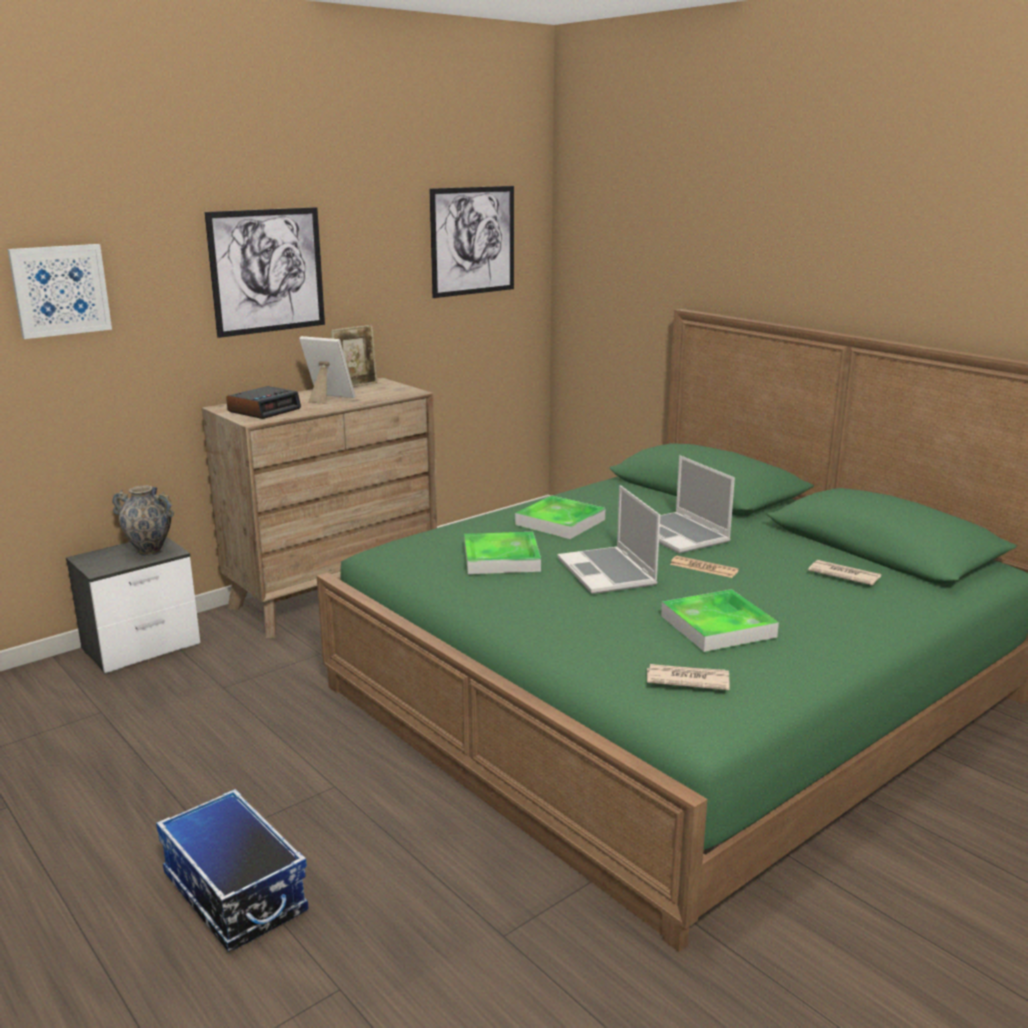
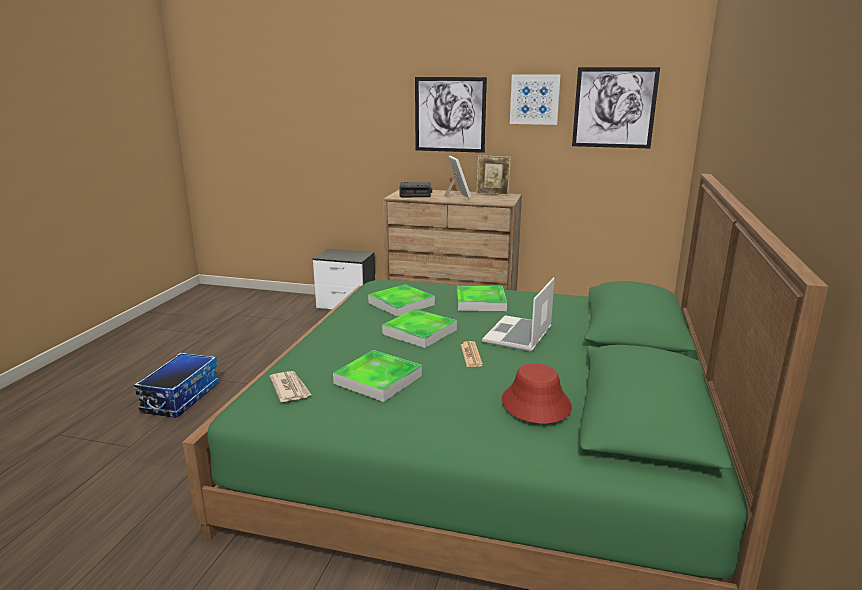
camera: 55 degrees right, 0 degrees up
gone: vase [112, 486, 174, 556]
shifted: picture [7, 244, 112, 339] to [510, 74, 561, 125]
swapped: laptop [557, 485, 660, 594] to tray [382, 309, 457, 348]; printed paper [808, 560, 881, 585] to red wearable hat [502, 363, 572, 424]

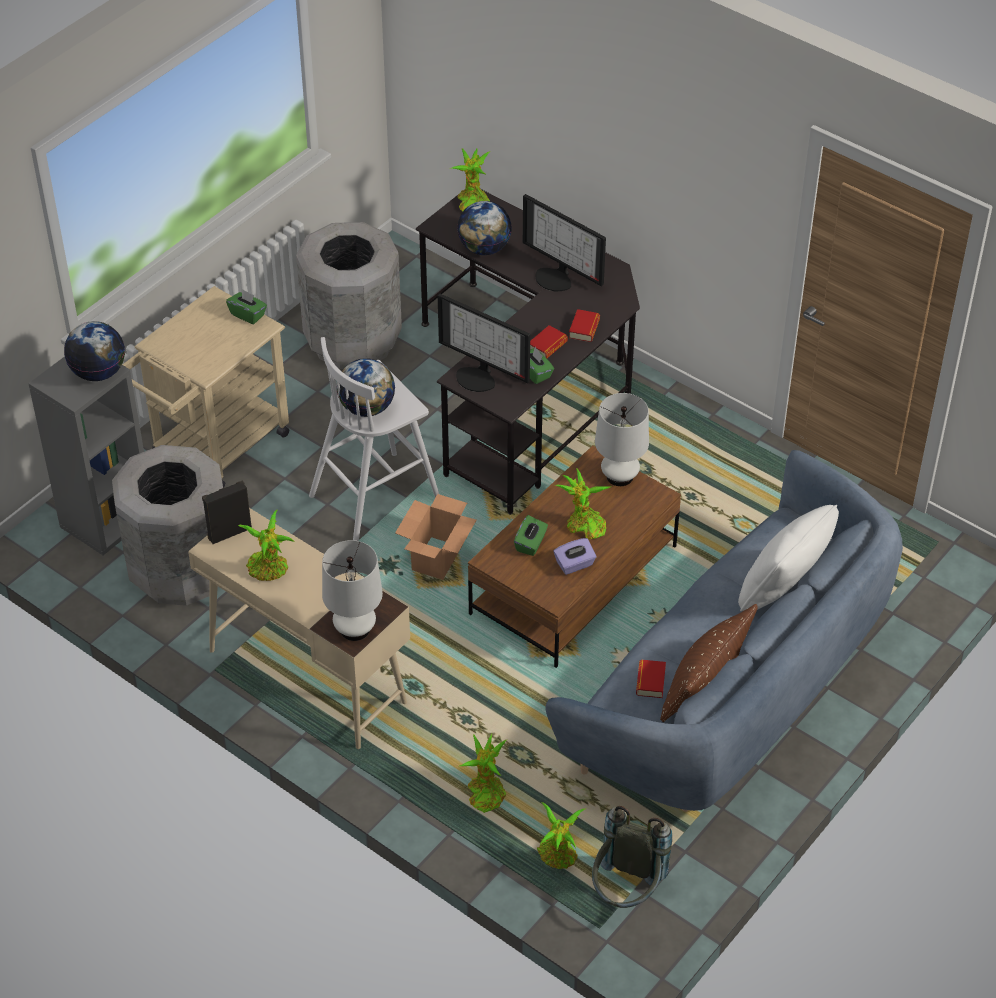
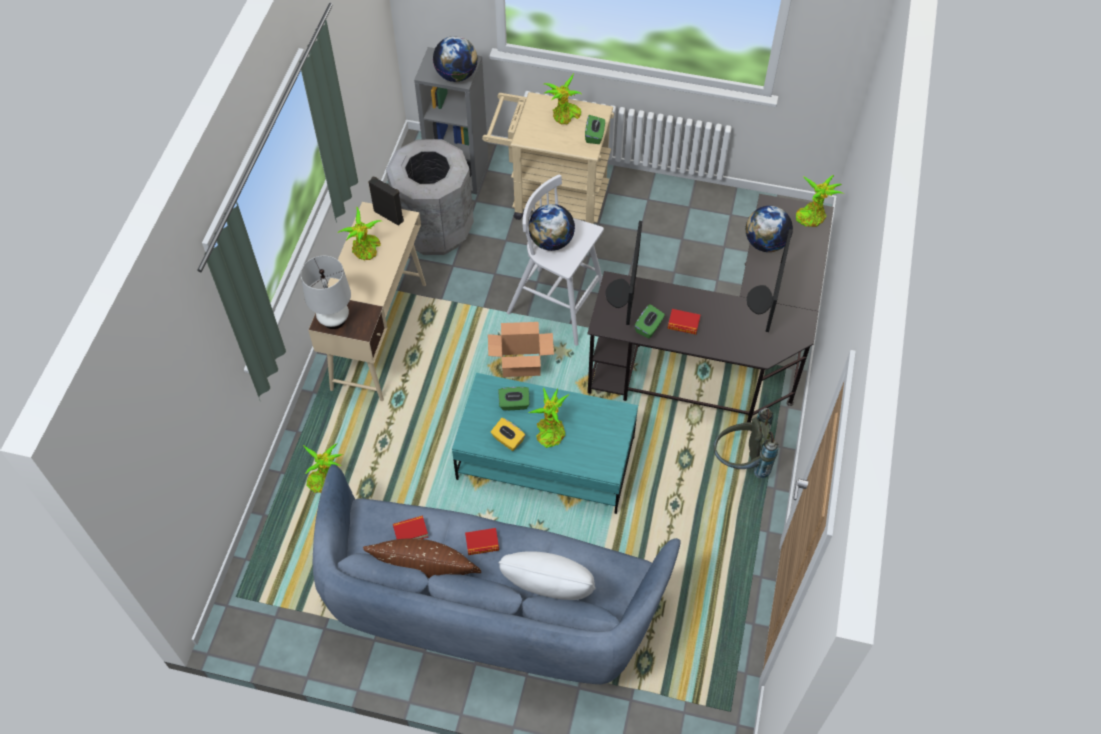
camera: 65 degrees right, 10 degrees up
gone: gray rubbish bin [296, 222, 402, 369]; white table lamp [595, 393, 649, 486]
shifted: bound book [569, 309, 600, 342] to [465, 528, 499, 555]; potted plant [537, 802, 585, 869] to [543, 73, 581, 125]; gray knapsack [592, 806, 672, 908] to [714, 408, 778, 478]
repainted: brown-coloured coffee table [468, 445, 681, 668] to turquoise-coloured coffee table [452, 373, 638, 514]; purple-coloured tissue holder [554, 538, 597, 575] to yellow-coloured tissue holder [491, 418, 525, 451]

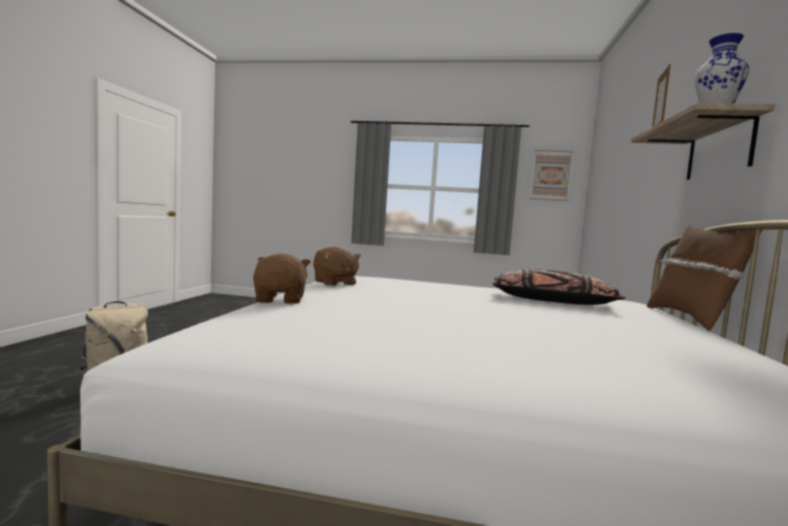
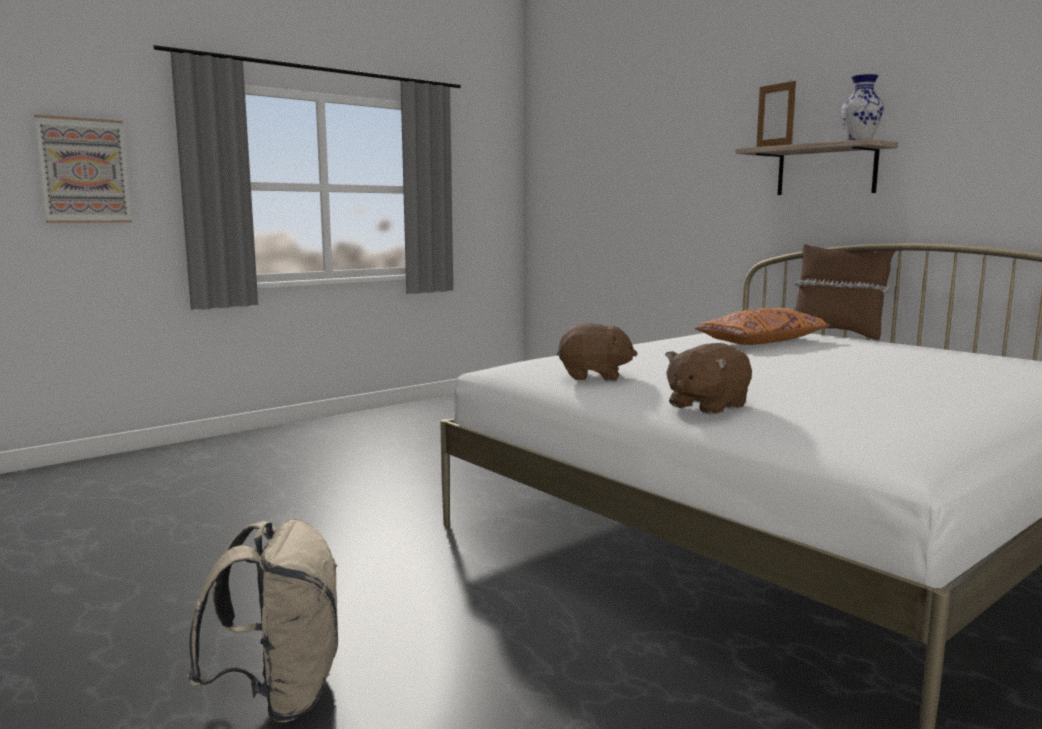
camera: 50 degrees left, 5 degrees up
shifted: picture [530, 150, 574, 201] to [34, 115, 132, 223]
repainted: black-coloured throw pillow [493, 269, 626, 305] to orangey throw pillow [695, 308, 830, 345]
rotated: brown-coloured cuddly toy [253, 253, 311, 303] = [665, 343, 752, 415] 75 degrees counterclockwise

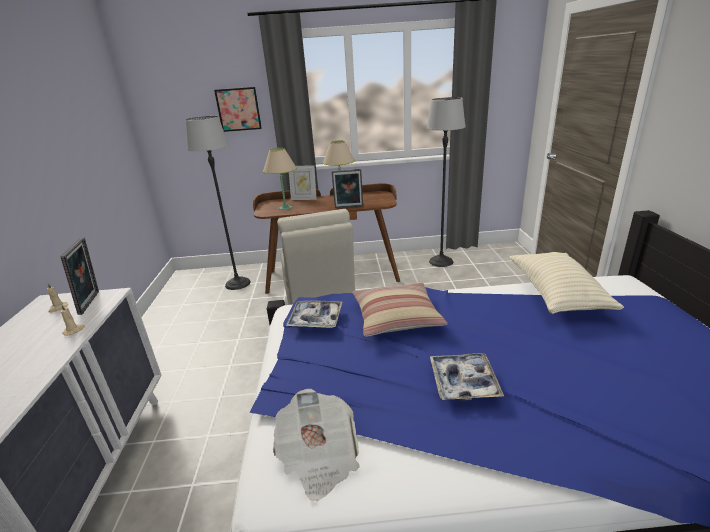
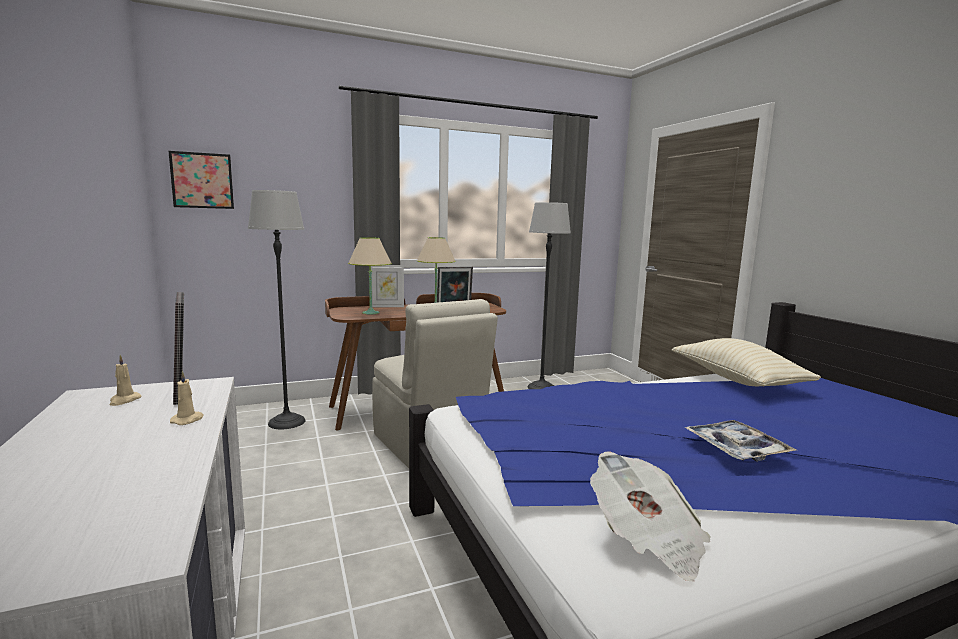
camera: 20 degrees left, 15 degrees down
gone: tray [286, 301, 342, 328]; throw pillow [353, 283, 448, 337]
shifted: picture [214, 87, 262, 132] to [169, 151, 234, 209]

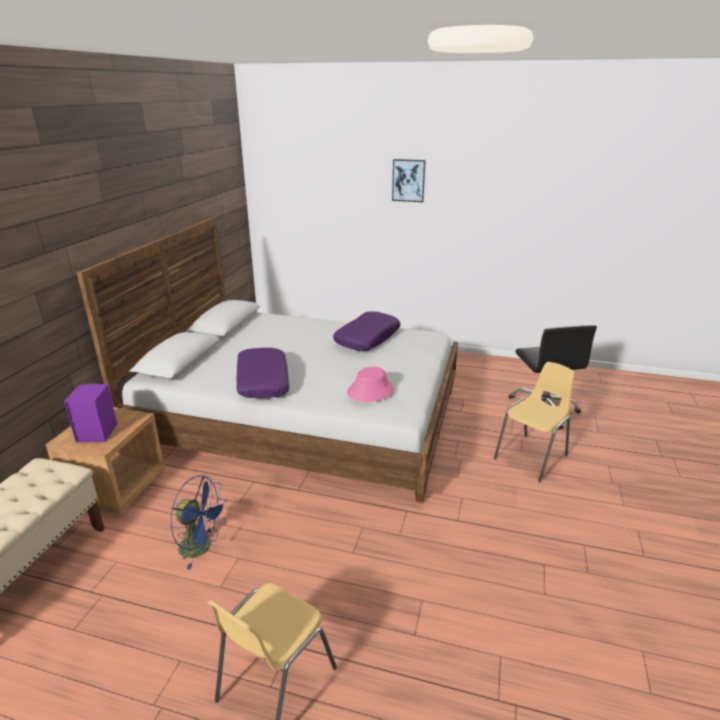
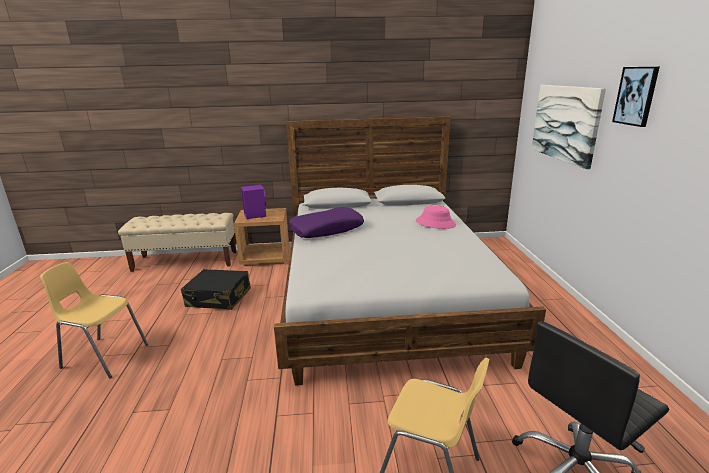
camera: 70 degrees right, 5 degrees down
gone: purple-coloured throw pillow [333, 312, 401, 351]
new: picture [532, 85, 606, 169]
shifted: pink-coloured wearable hat [347, 367, 394, 402] to [416, 205, 456, 229]
swapped: blue-coloured cooling fan [170, 475, 228, 569] to black-coloured travel case [181, 269, 251, 310]

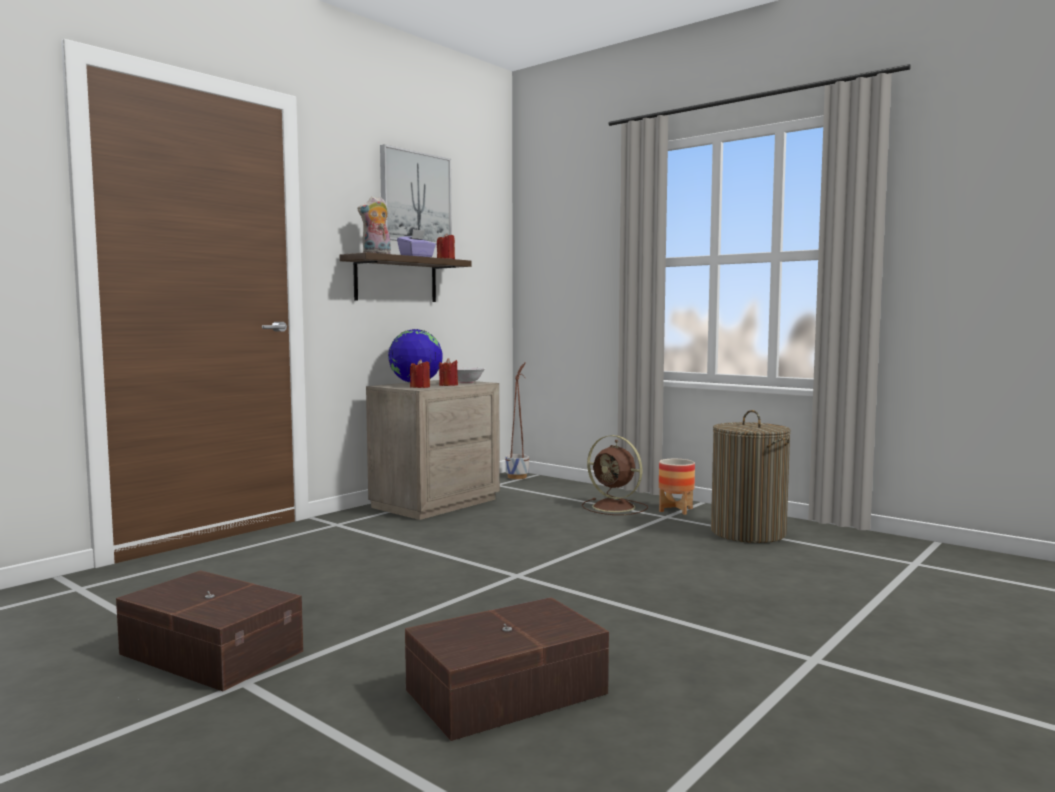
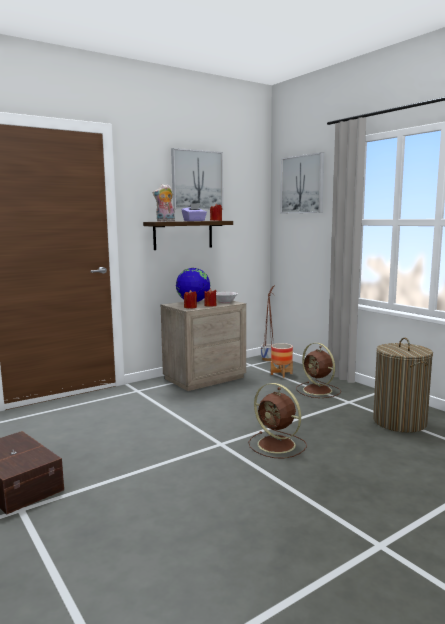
camera: 15 degrees right, 5 degrees up
gone: brown-coloured storage box [405, 597, 609, 741]
new: brown-coloured cooling fan [248, 383, 307, 459]; picture [280, 152, 324, 213]
shifted: flower pot [659, 459, 695, 515] to [271, 343, 293, 378]

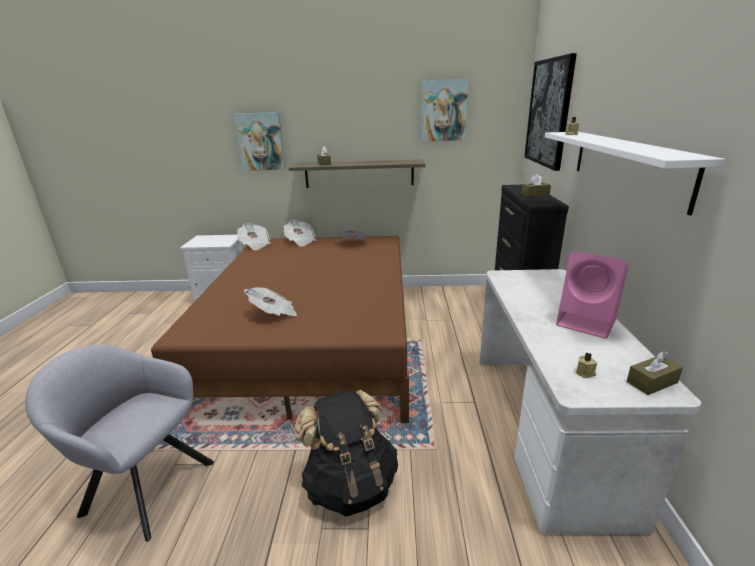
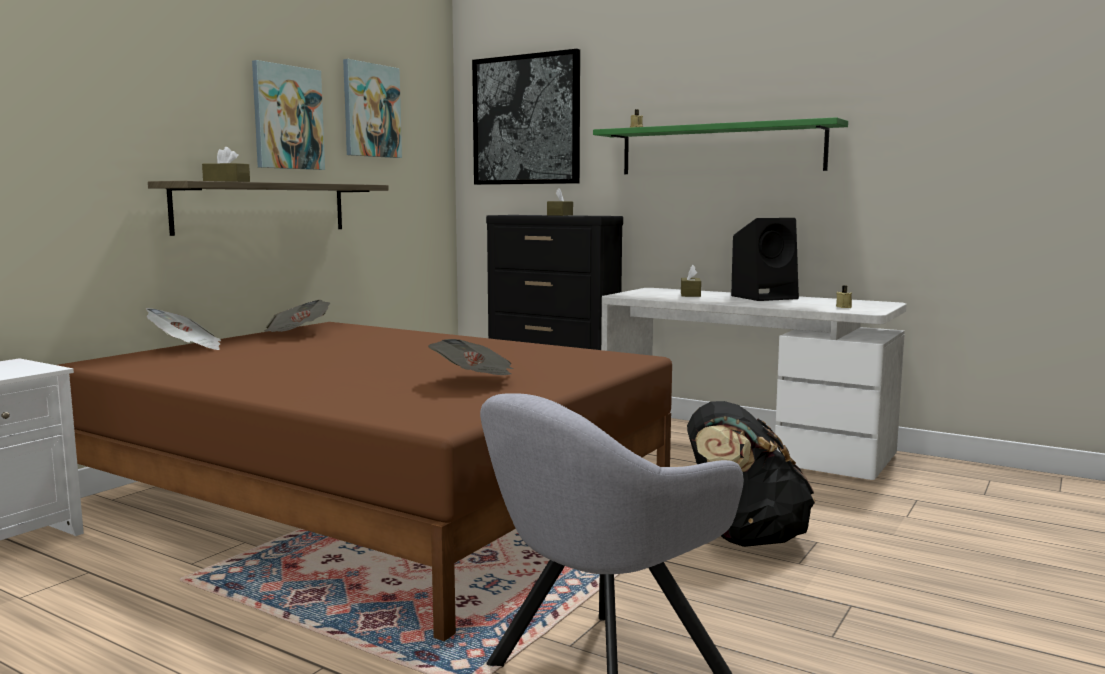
camera: 60 degrees left, 15 degrees down
gone: printed paper [237, 223, 270, 250]
shifted: picture [234, 112, 286, 171] to [252, 60, 325, 170]; brown-coloured tissue holder [627, 351, 683, 395] to [681, 265, 701, 297]
repainted: white wall shelf [545, 132, 725, 216] to green wall shelf [593, 117, 848, 174]; pink-coloured speaker [556, 251, 628, 339] to black-coloured speaker [731, 218, 799, 301]

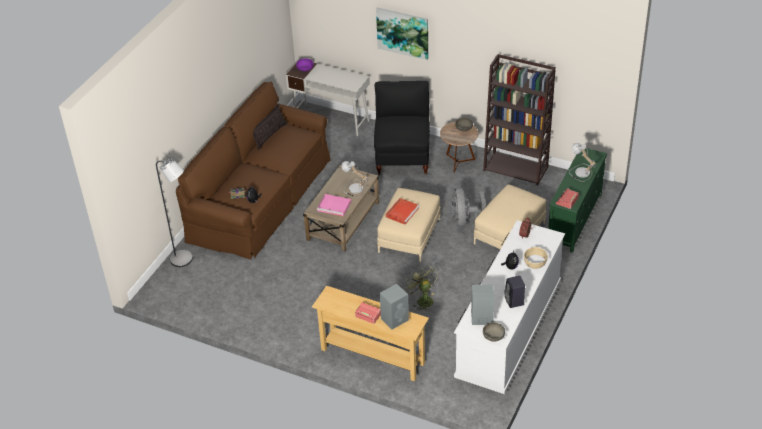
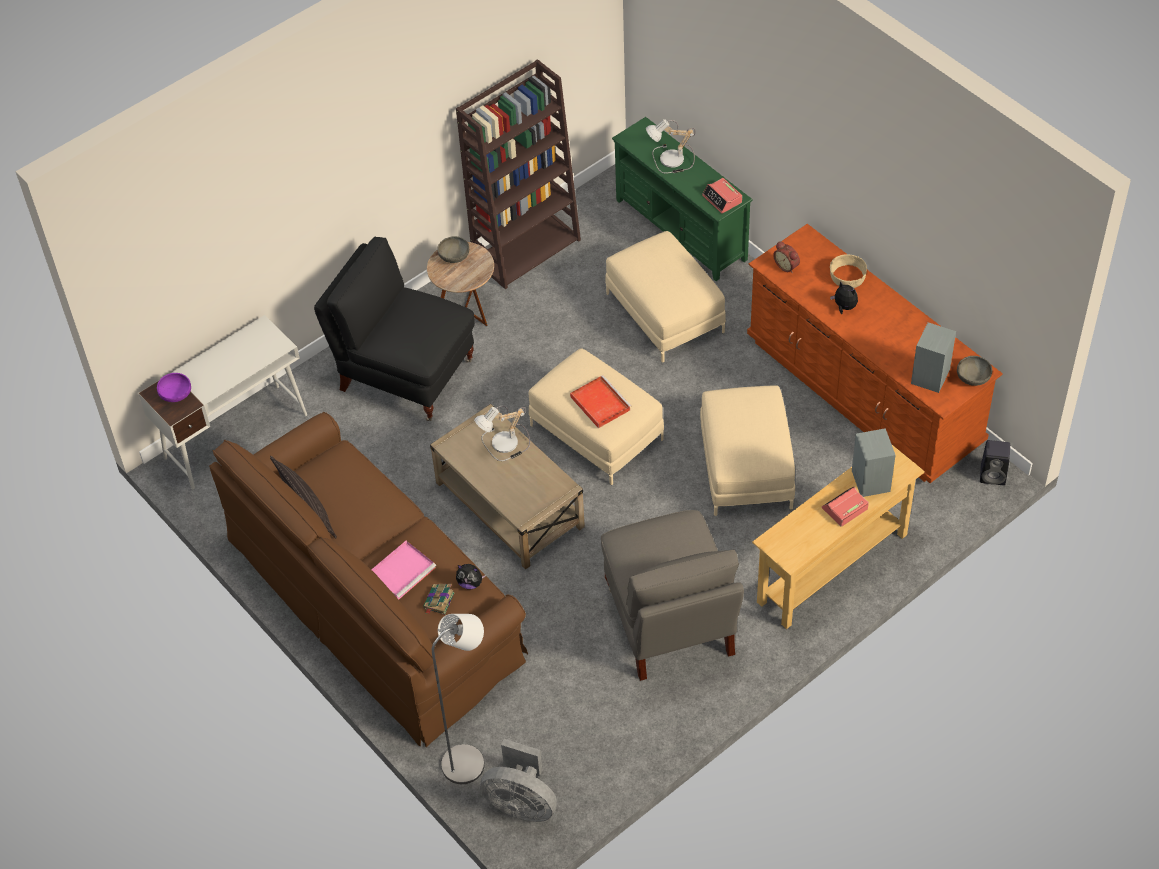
camera: 65 degrees left, 10 degrees up
gone: picture [376, 8, 428, 60]
new: gray lounge chair [601, 510, 744, 681]
shifted: pink-coloured tray [317, 194, 351, 216] to [371, 540, 436, 600]; gray cooling fan [451, 187, 486, 227] to [480, 739, 557, 822]; black-coloured speaker [504, 276, 525, 308] to [980, 440, 1010, 485]
swapped: green cooling fan [405, 265, 438, 312] to beige-coloured pouffe [700, 385, 795, 516]
repainted: white drawer chest [454, 220, 565, 394] to brown-coloured drawer chest [747, 224, 1003, 483]

